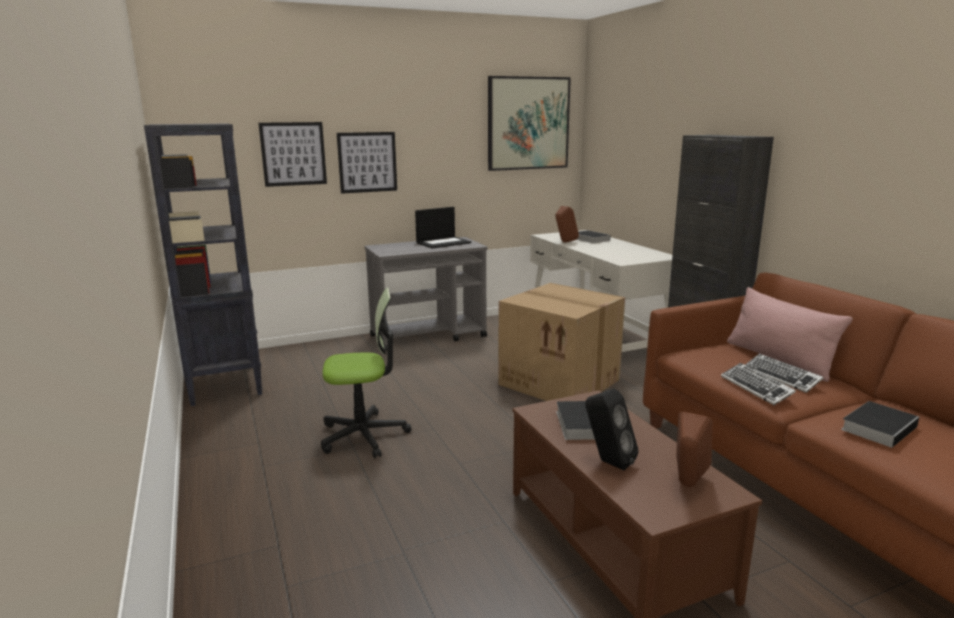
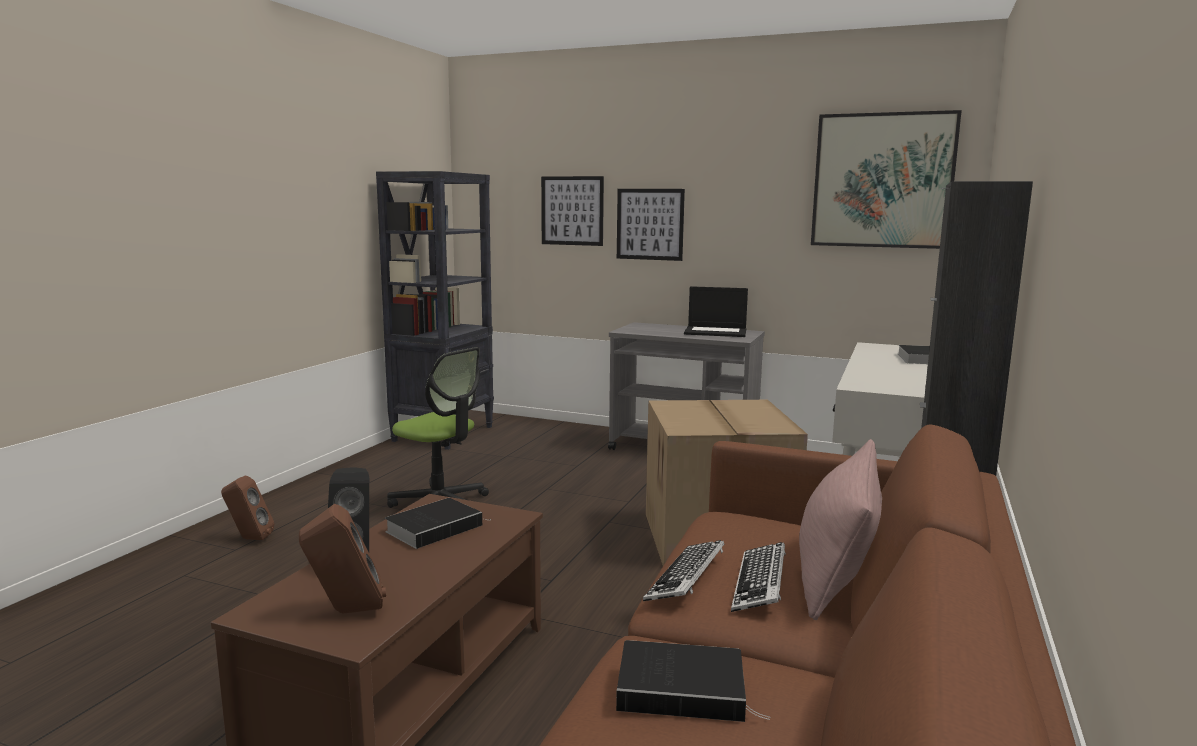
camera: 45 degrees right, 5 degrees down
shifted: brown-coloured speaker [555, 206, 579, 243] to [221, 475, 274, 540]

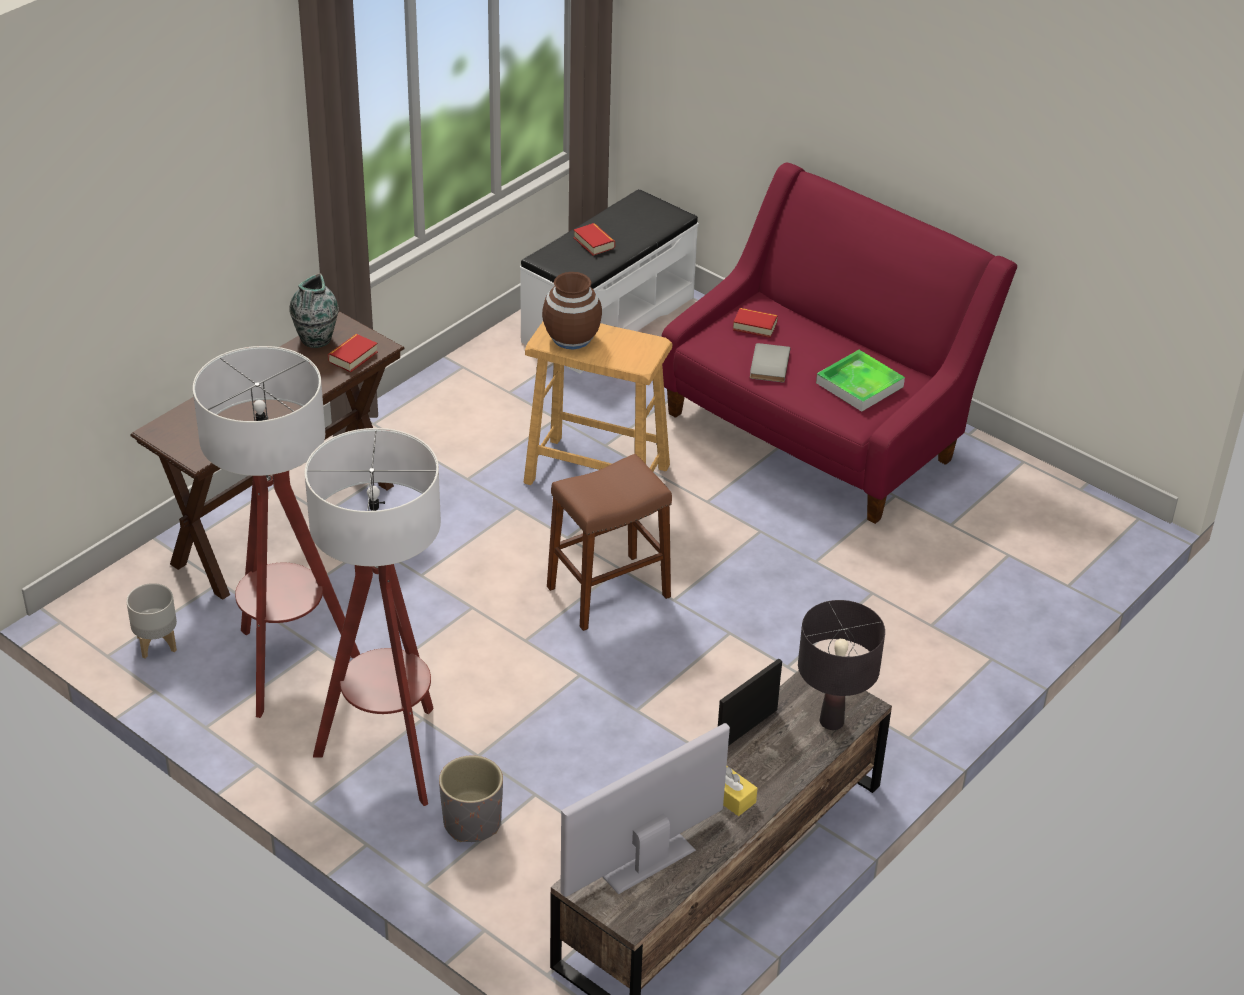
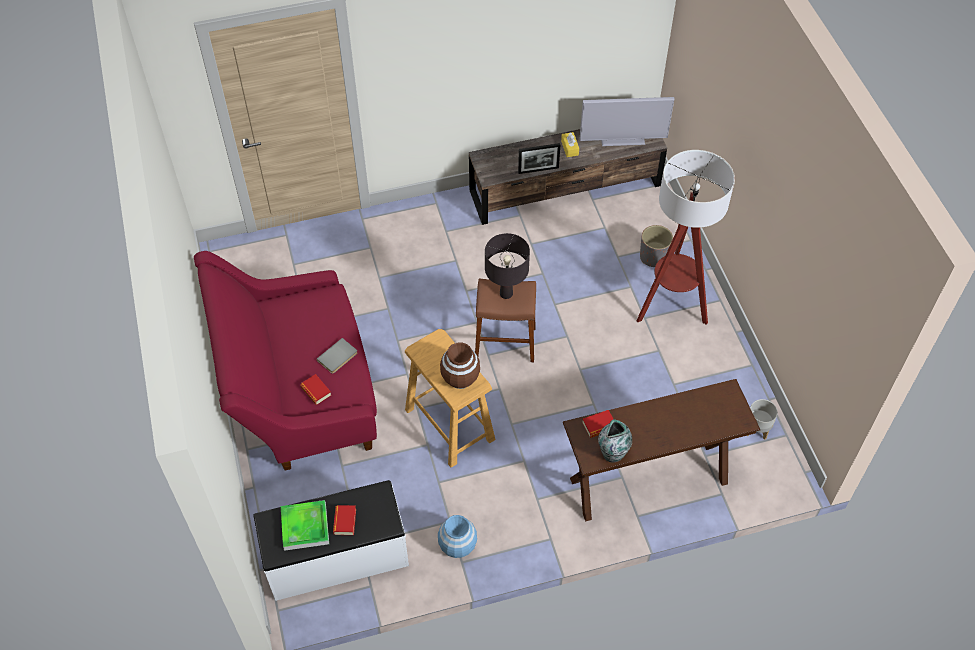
camera: 145 degrees left, 15 degrees up
gone: standing lamp [193, 346, 360, 718]
new: blue-coloured vase [438, 515, 477, 558]
shifted: tray [816, 350, 905, 412] to [281, 500, 329, 551]; black-coloured table lamp [798, 600, 885, 730] to [485, 233, 530, 299]

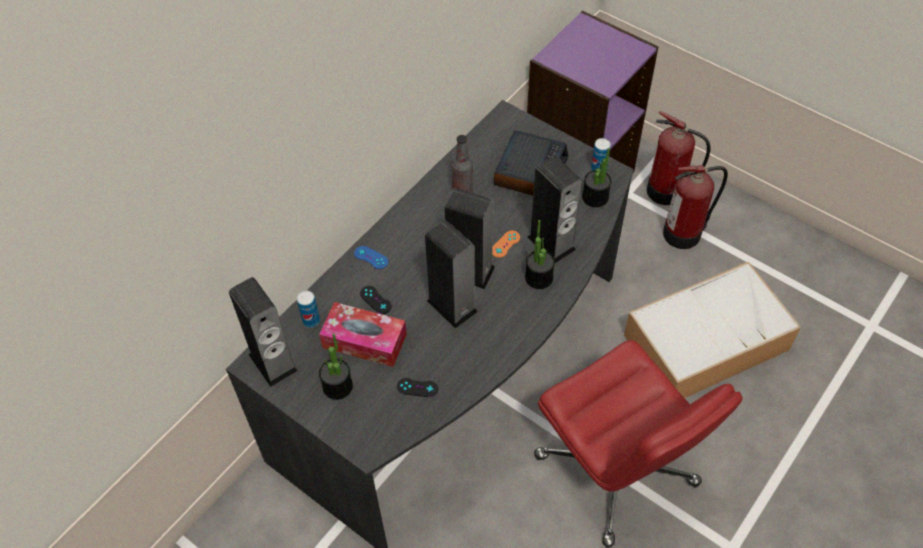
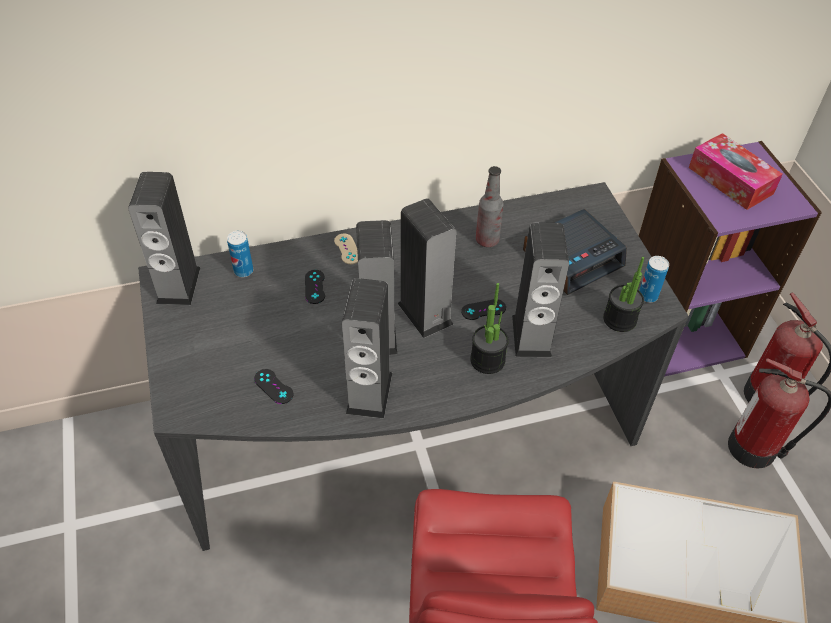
camera: 35 degrees right, 5 degrees down
gone: potted plant [319, 333, 353, 400]
new: speaker [342, 278, 392, 419]
shifted: tissue holder [319, 302, 407, 367] to [689, 133, 783, 210]
repainted: blue-coloured game controller [354, 246, 388, 269] to beige-coloured game controller [334, 234, 358, 264]; orangey game controller [492, 231, 520, 258] to black-coloured game controller [461, 299, 506, 320]

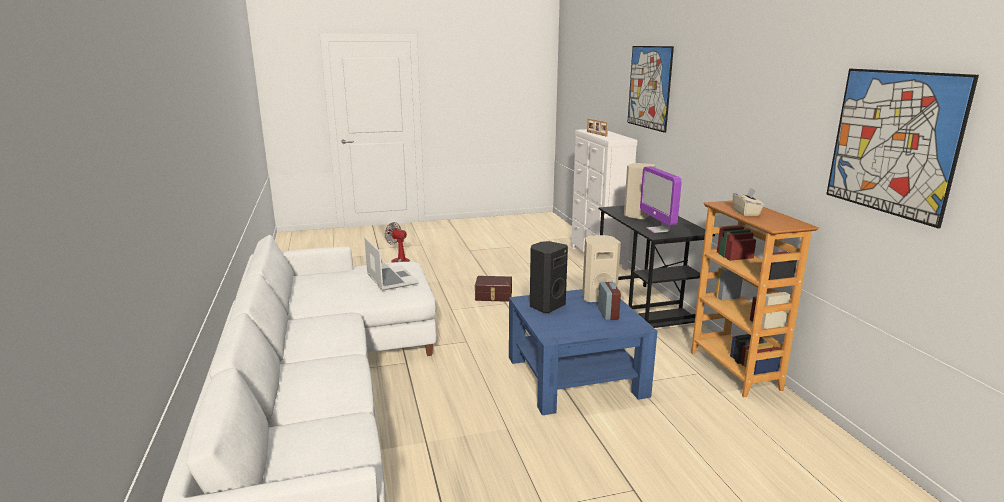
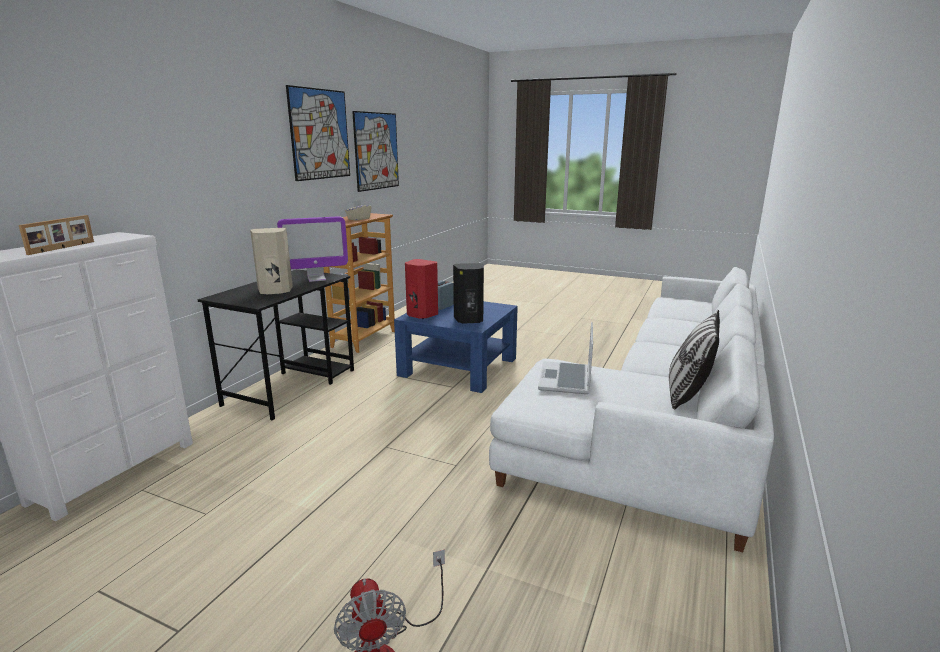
camera: 140 degrees left, 0 degrees up
gone: brown-coloured storage box [475, 276, 512, 302]
new: throw pillow [669, 310, 720, 410]
shifted: picture [627, 46, 674, 133] to [286, 85, 350, 181]
repainted: beige-coloured speaker [582, 235, 621, 302] to red speaker [405, 259, 438, 319]
rotated: computer display [640, 166, 682, 233] = [277, 217, 348, 282] 45 degrees clockwise

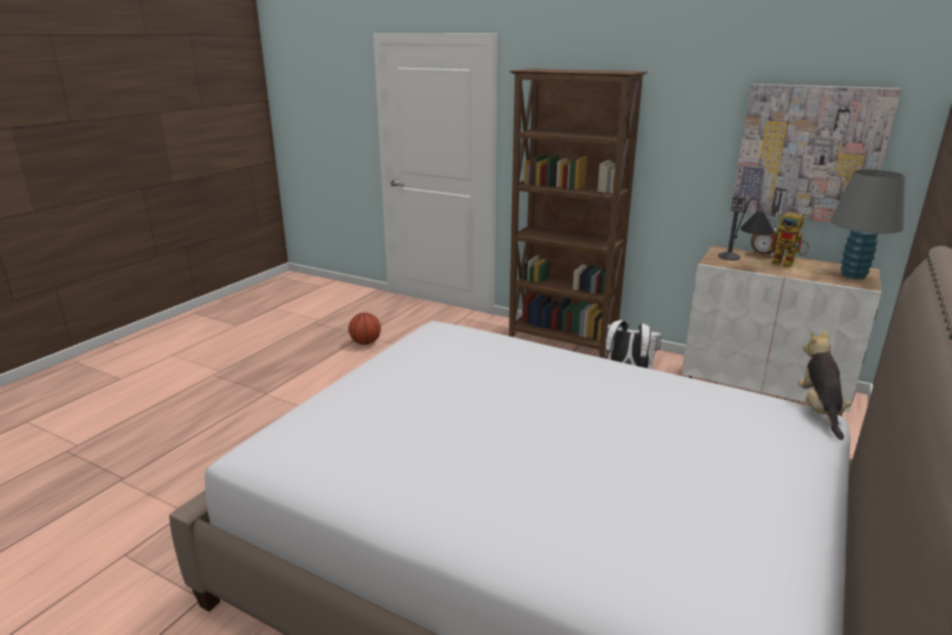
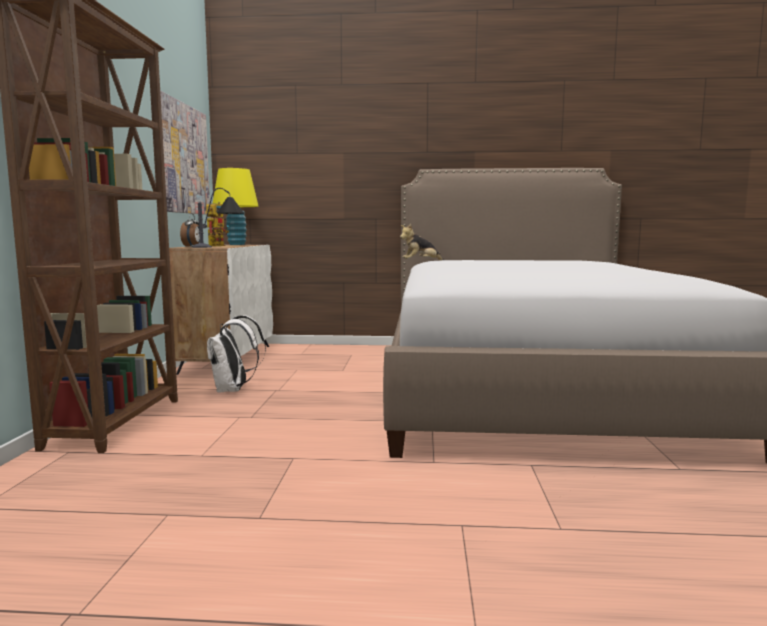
camera: 115 degrees left, 15 degrees down
gone: basketball ball [348, 313, 381, 345]
repainted: gray table lamp [831, 169, 905, 279] to yellow-coloured table lamp [213, 168, 259, 245]

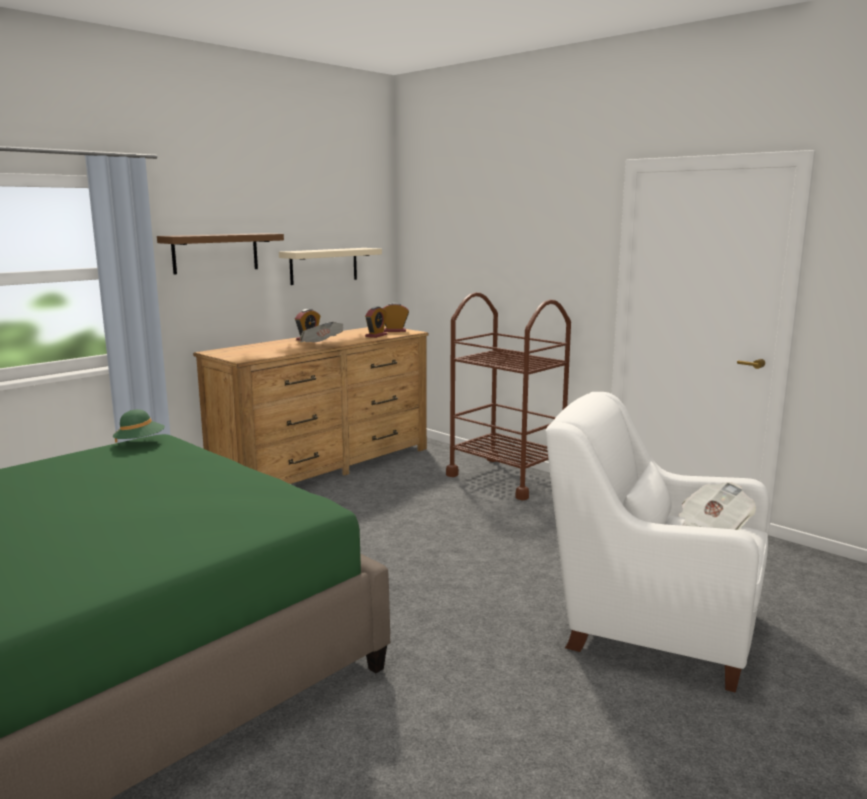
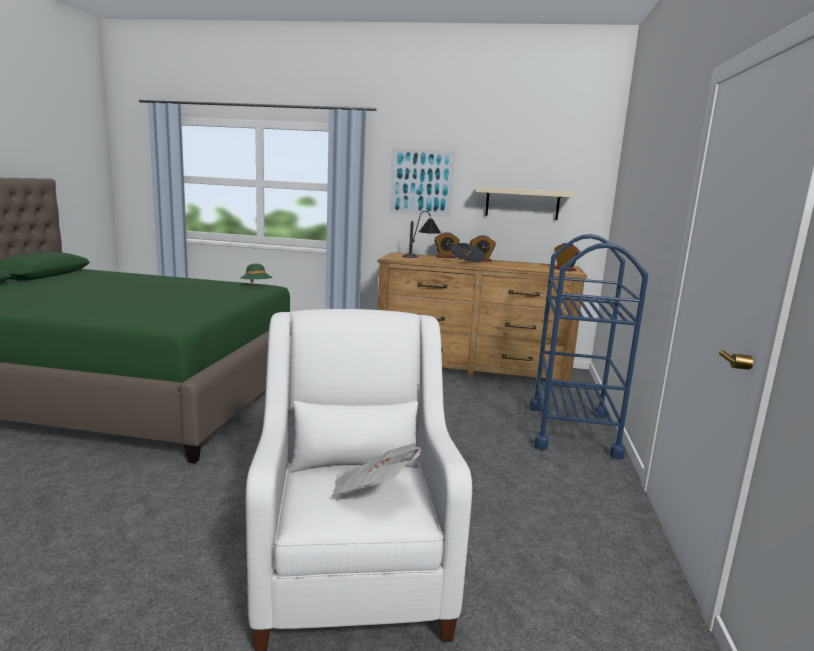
camera: 55 degrees right, 0 degrees up
new: table lamp [403, 211, 441, 258]
shifted: bedside clock [365, 306, 388, 338] to [434, 232, 460, 258]
swapped: brown-coloured wall shelf [157, 233, 284, 274] to picture [389, 148, 455, 217]
repainted: brown-coloured trolley [446, 292, 571, 500] to blue-coloured trolley [530, 234, 648, 459]

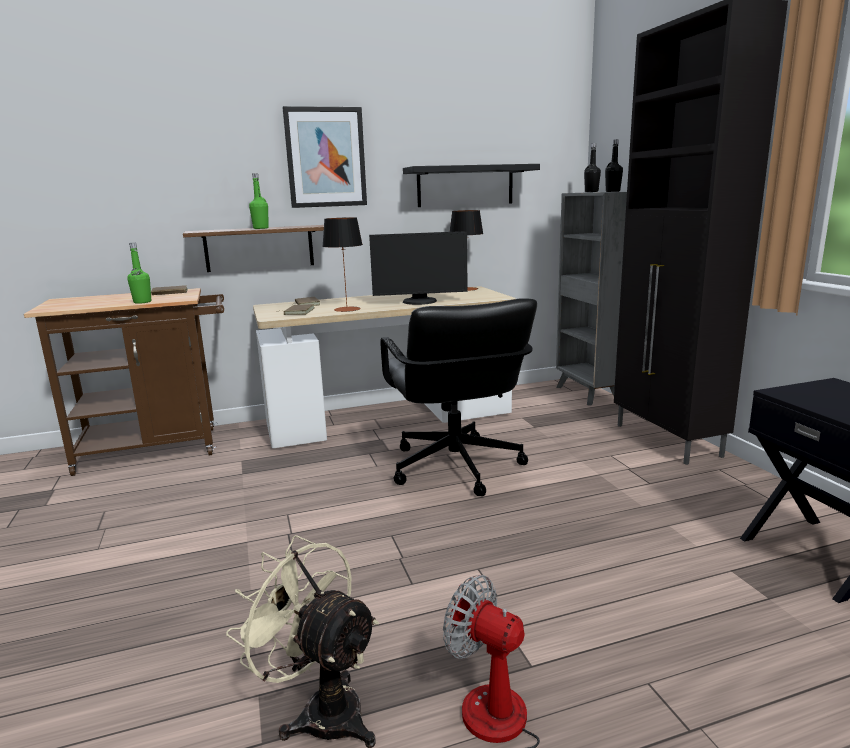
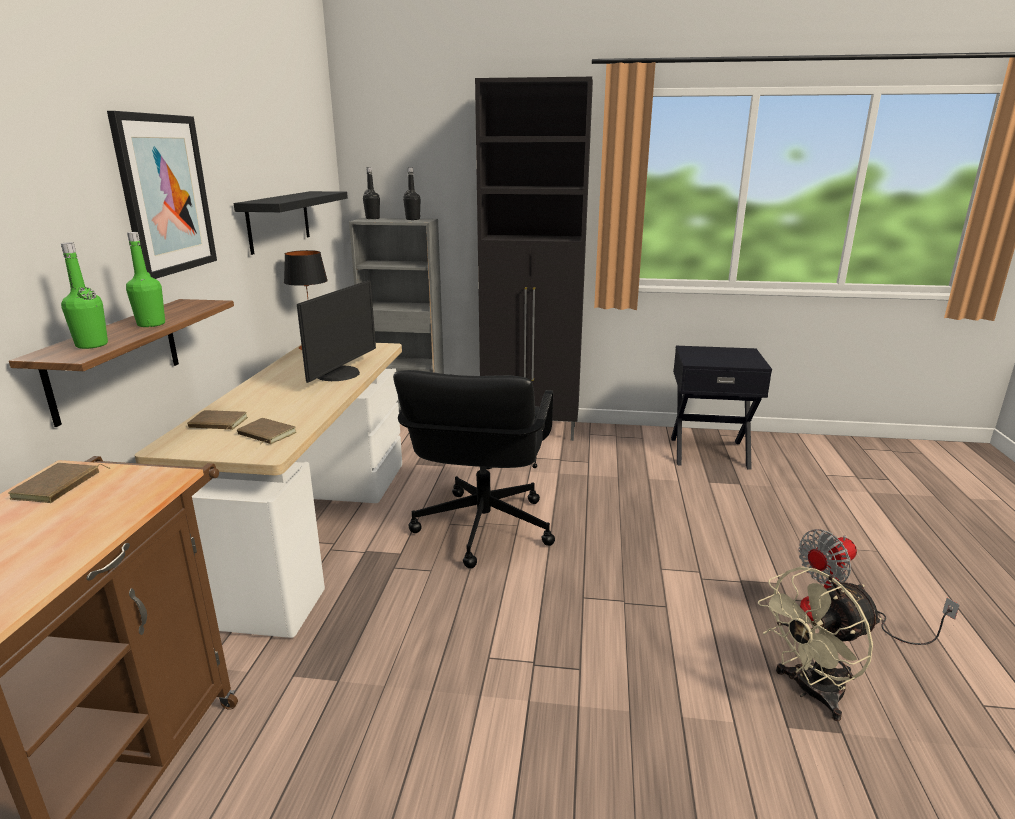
camera: 65 degrees left, 5 degrees up
gone: table lamp [322, 217, 363, 312]
shifted: green drink bottle [127, 243, 151, 304] to [61, 242, 108, 349]
rotated: black-coloured office chair [380, 298, 537, 496] = [393, 370, 555, 568] 90 degrees clockwise

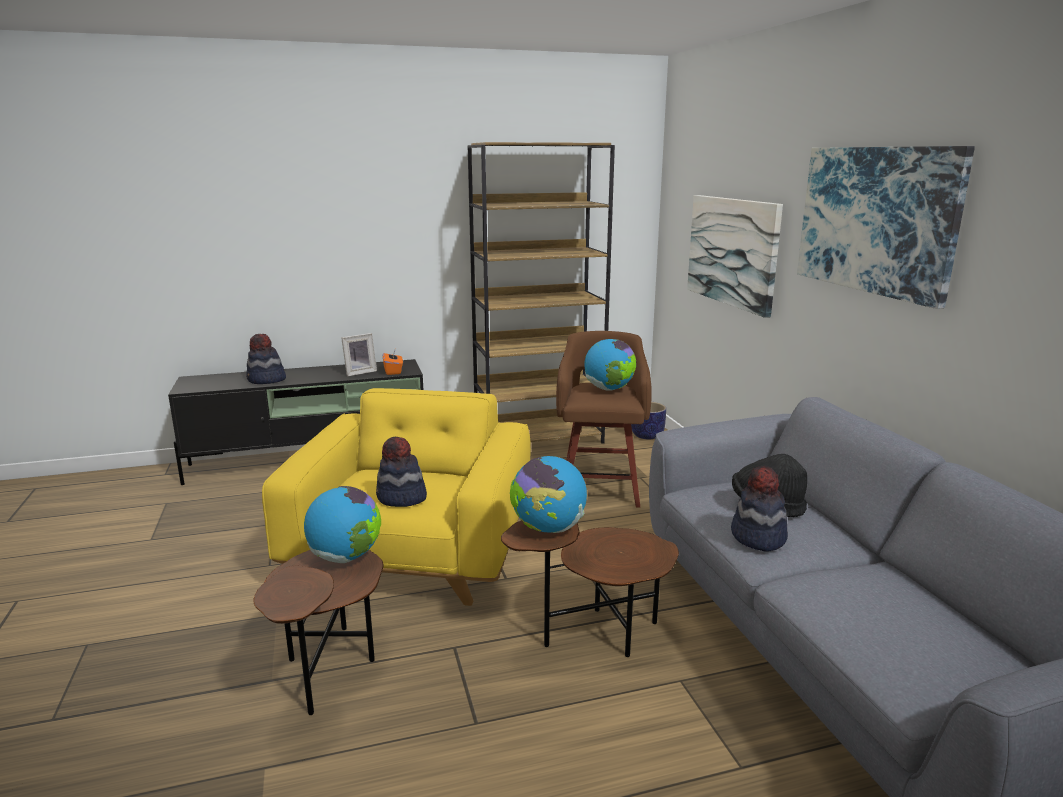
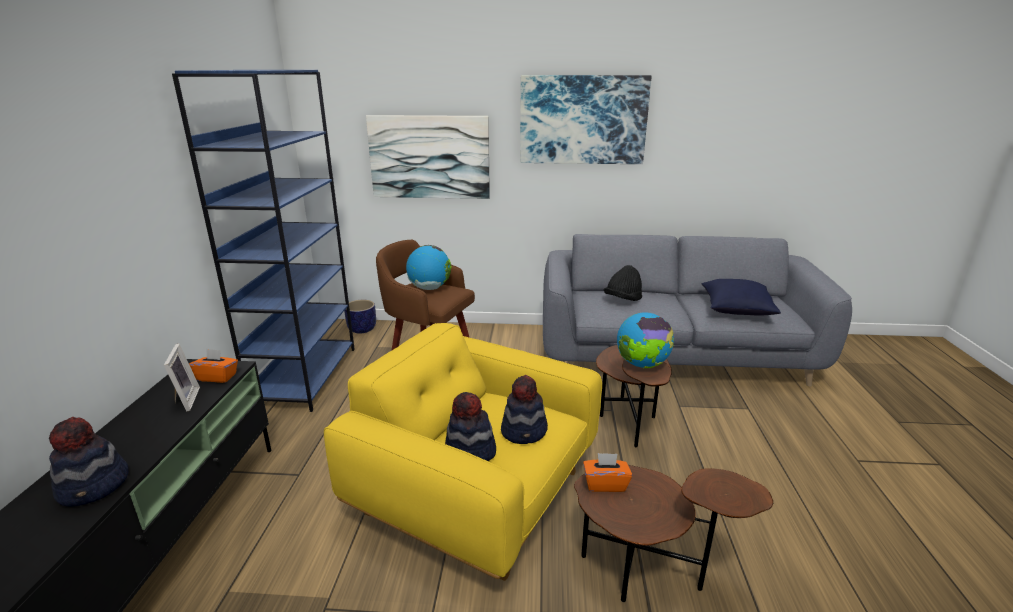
camera: 70 degrees left, 5 degrees up
new: blue-coloured throw pillow [702, 279, 781, 316]
shifted: wearable hat [731, 466, 788, 551] to [445, 392, 496, 461]
swapped: world globe [304, 486, 381, 563] to orangey tissue holder [583, 453, 632, 492]
repainted: brown-coloured bookshelf [468, 142, 615, 444] to blue-coloured bookshelf [172, 70, 355, 412]

